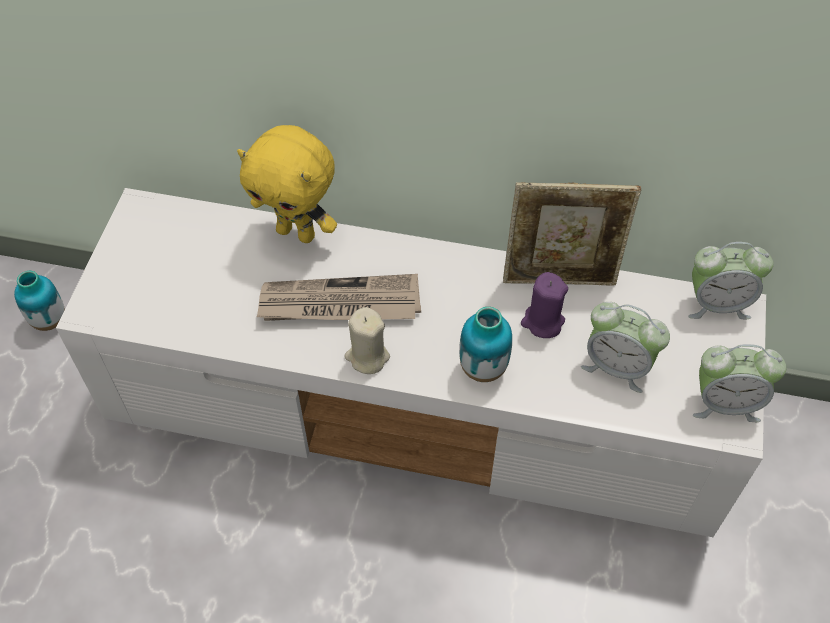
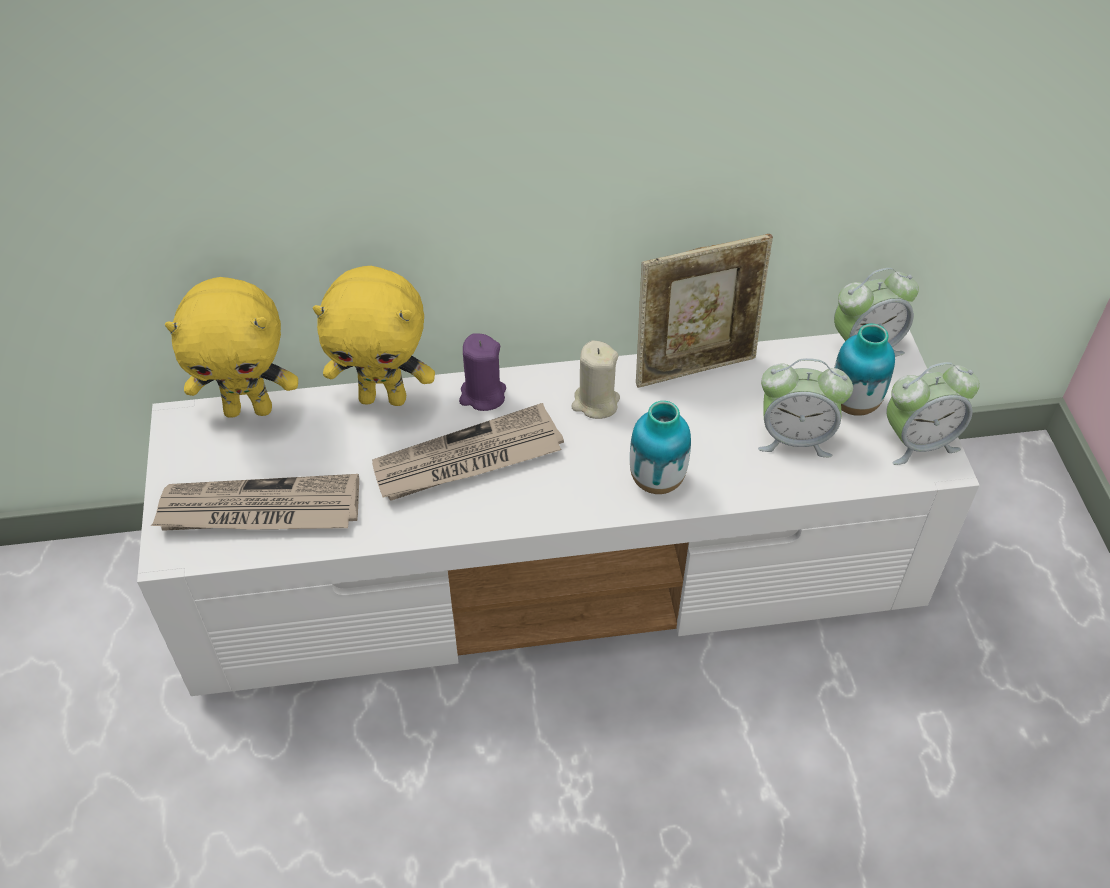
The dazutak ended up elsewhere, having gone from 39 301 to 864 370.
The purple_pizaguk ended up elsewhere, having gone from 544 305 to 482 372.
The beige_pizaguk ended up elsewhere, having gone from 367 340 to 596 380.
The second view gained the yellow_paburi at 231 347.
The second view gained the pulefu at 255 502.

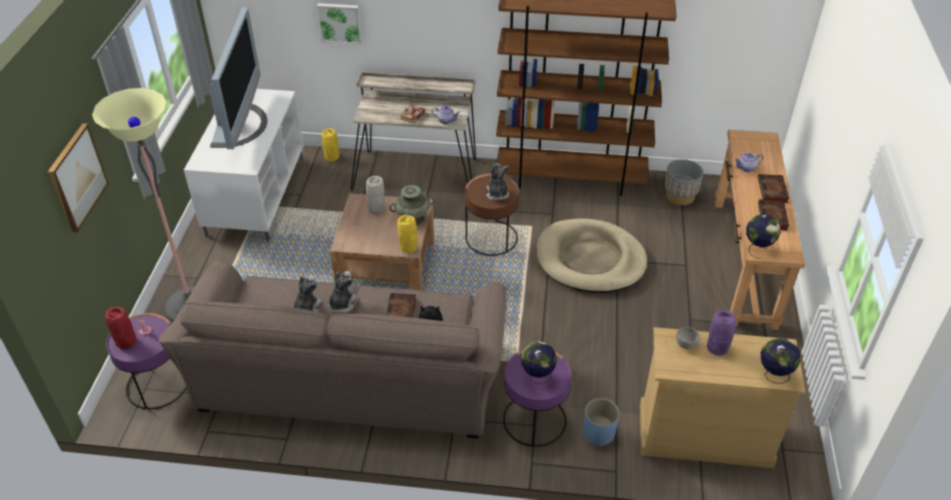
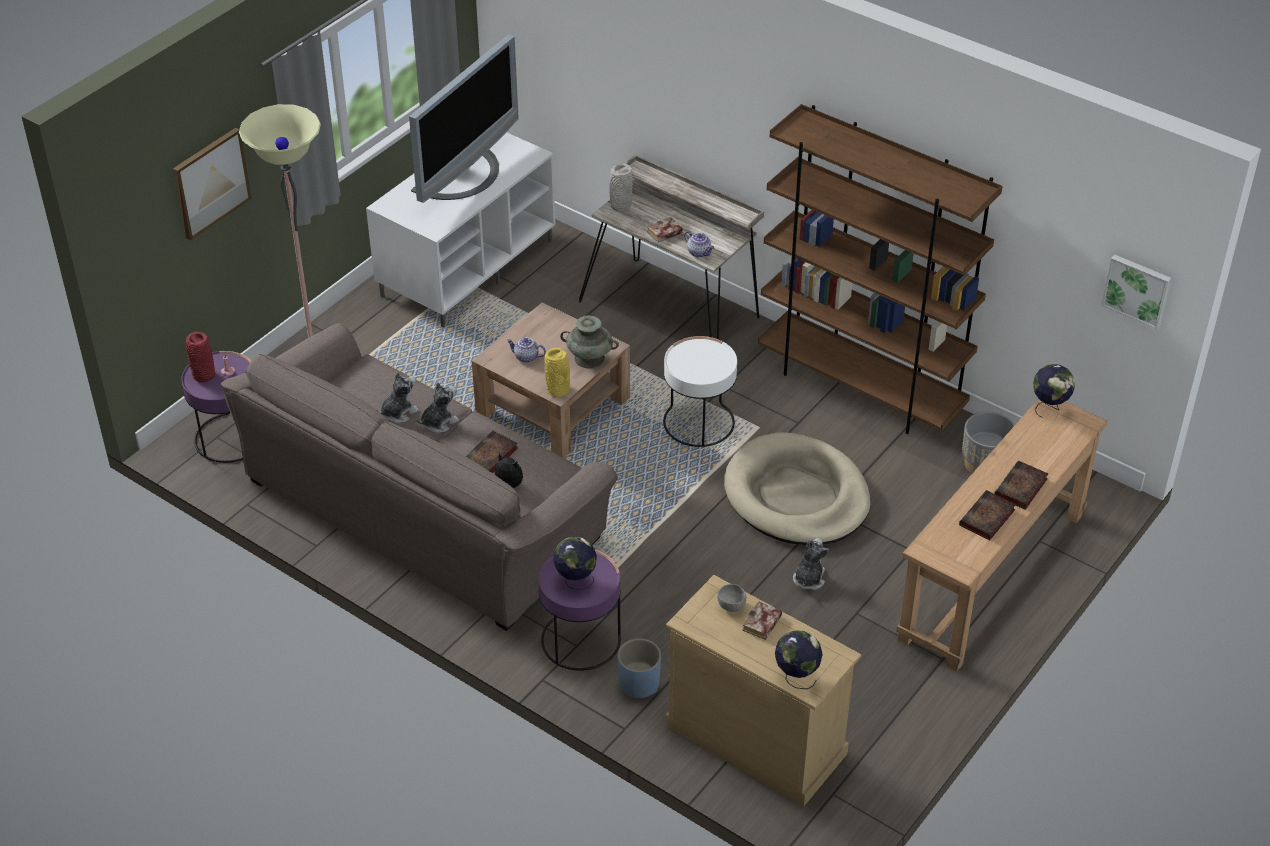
The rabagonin ended up elsewhere, having gone from 339 24 to 1136 291.
The second view lost the yellow_dazutak at 330 144.
The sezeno ended up elsewhere, having gone from 749 162 to 526 350.
The paburi ended up elsewhere, having gone from 497 182 to 811 564.
What was the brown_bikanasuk at 492 215 turned into the white_bikanasuk at 700 391.
The grey_dazutak ended up elsewhere, having gone from 375 195 to 621 187.
The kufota ended up elsewhere, having gone from 763 236 to 1054 391.
Where the purple_dazutak stood at 721 332, the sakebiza came to stand at 762 620.

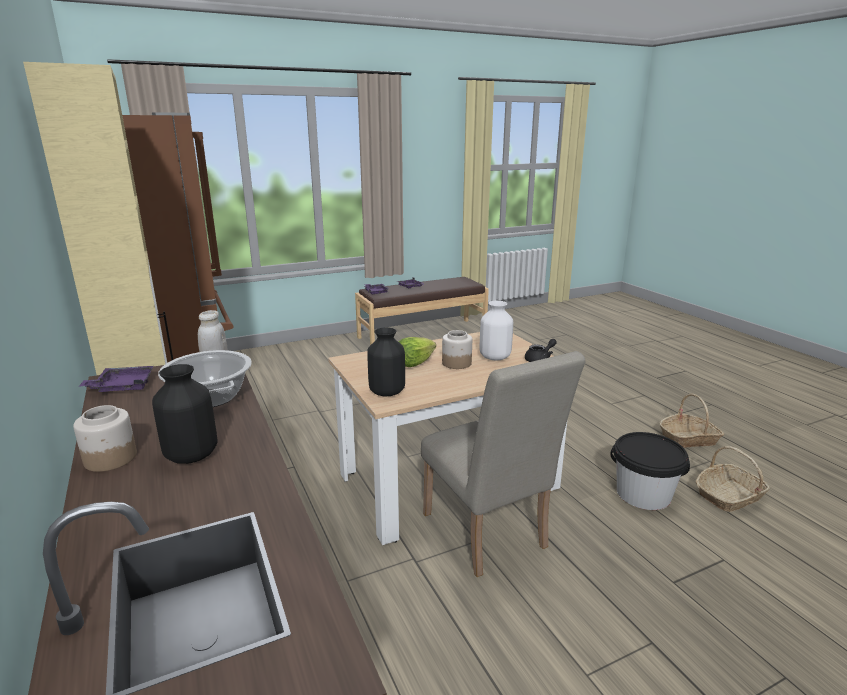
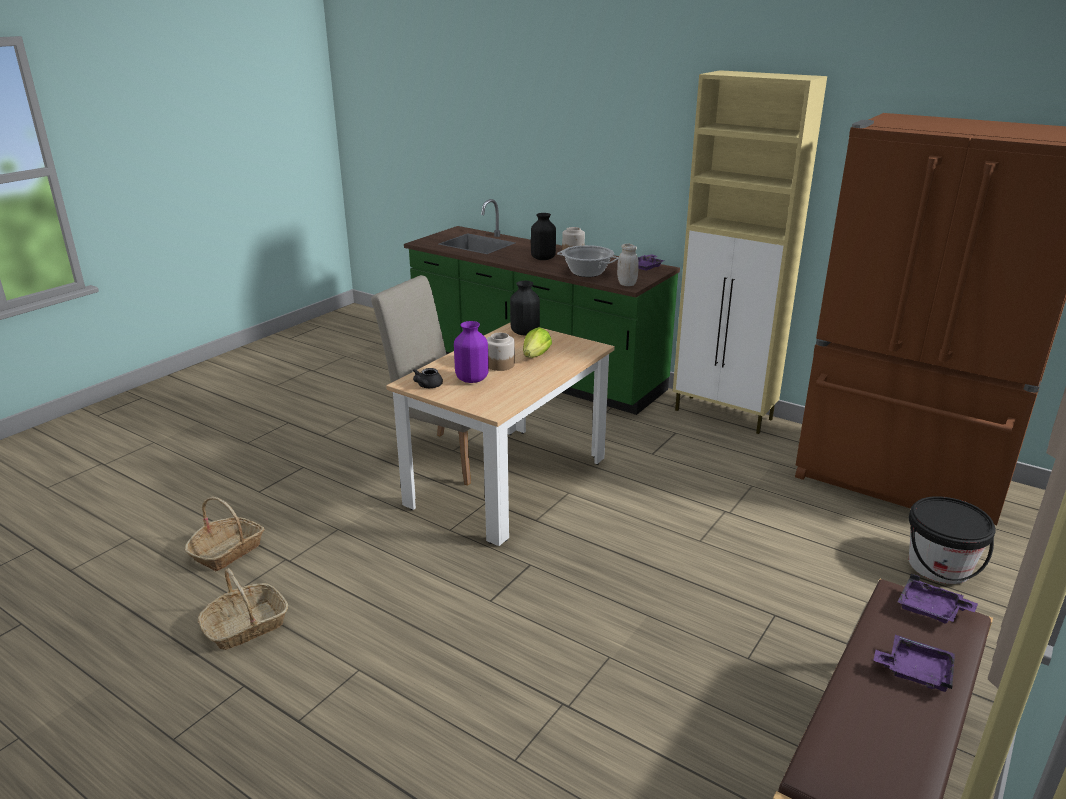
What was the white_dazutak at 496 331 turned into the purple_dazutak at 471 352.
The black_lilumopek ended up elsewhere, having gone from 650 471 to 952 540.

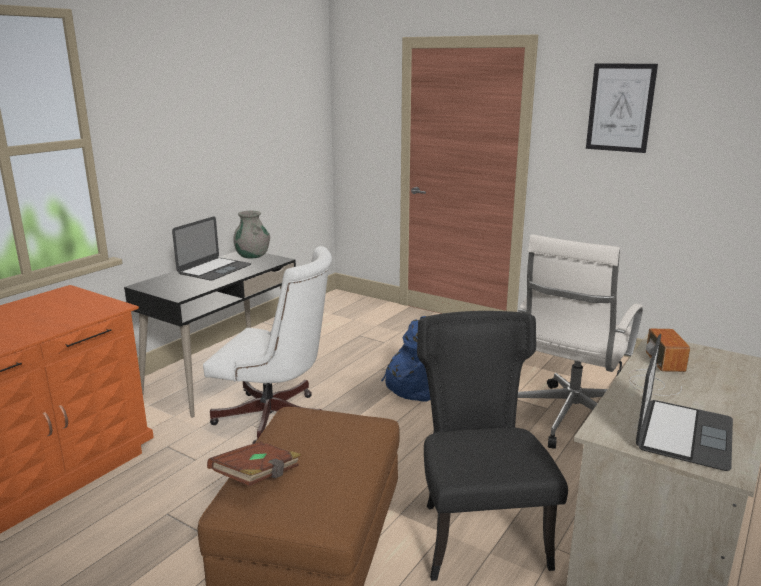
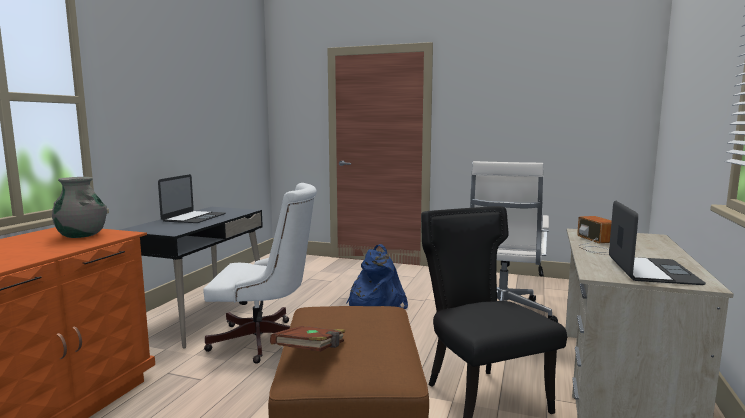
The second view lost the rabagonin at 622 108.
The grey_dazutak ended up elsewhere, having gone from 251 234 to 79 207.

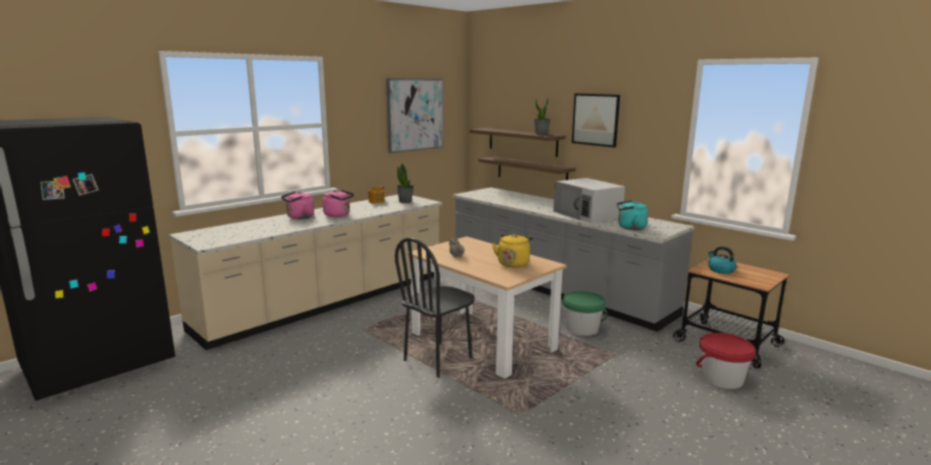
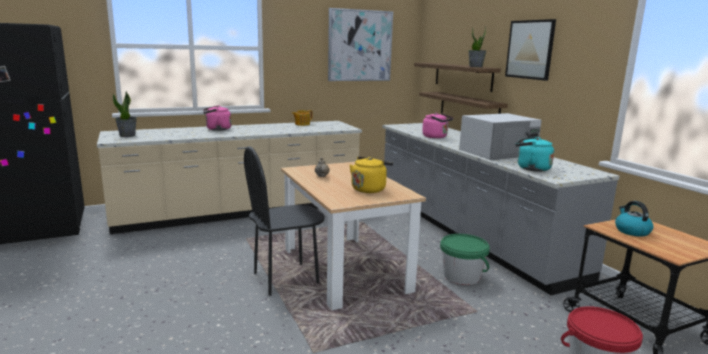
The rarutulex ended up elsewhere, having gone from 405 183 to 125 114.
The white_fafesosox at 589 200 ended up facing another way, 105 degrees counterclockwise from before.
The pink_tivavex ended up elsewhere, having gone from 338 203 to 437 125.

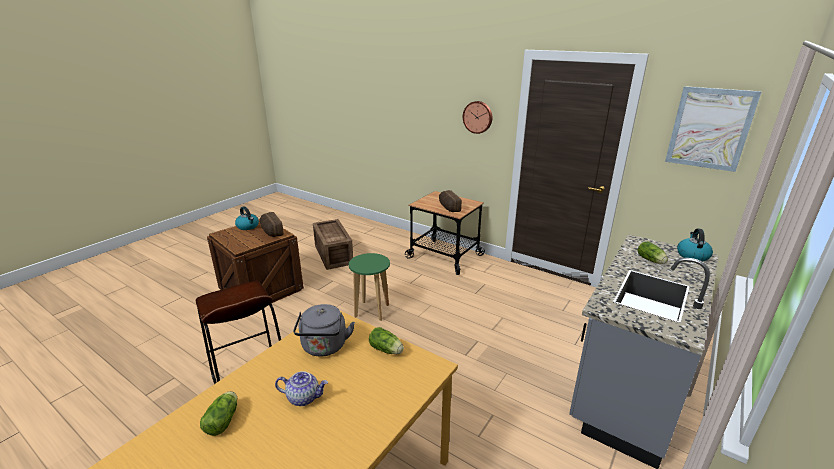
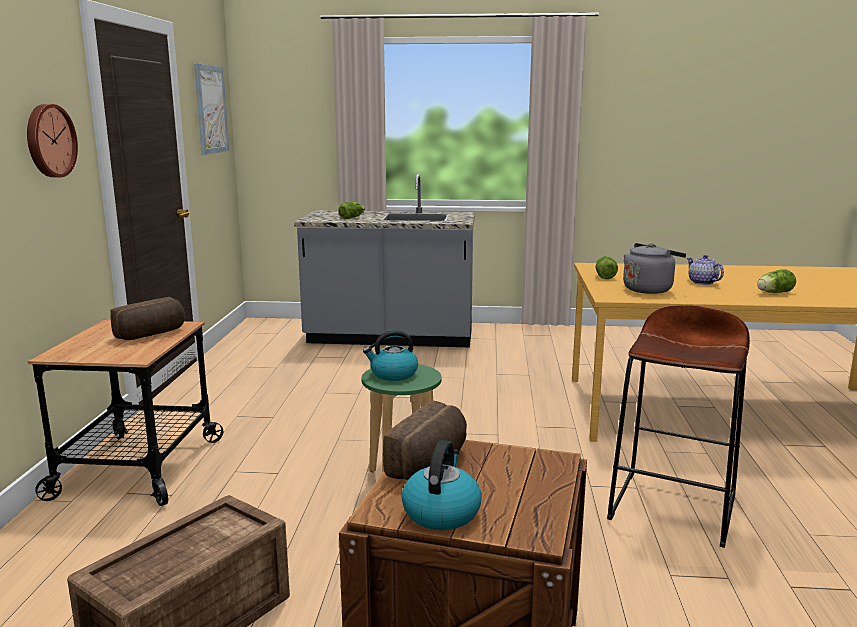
The tivavex ended up elsewhere, having gone from 695 245 to 390 355.

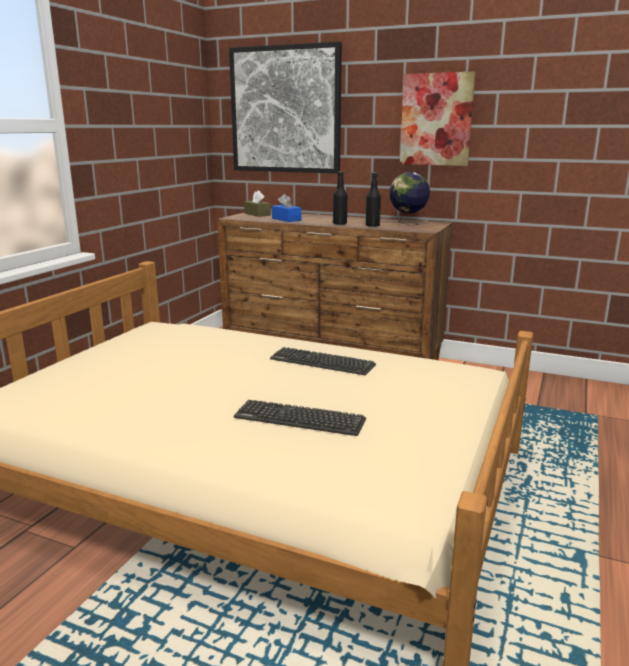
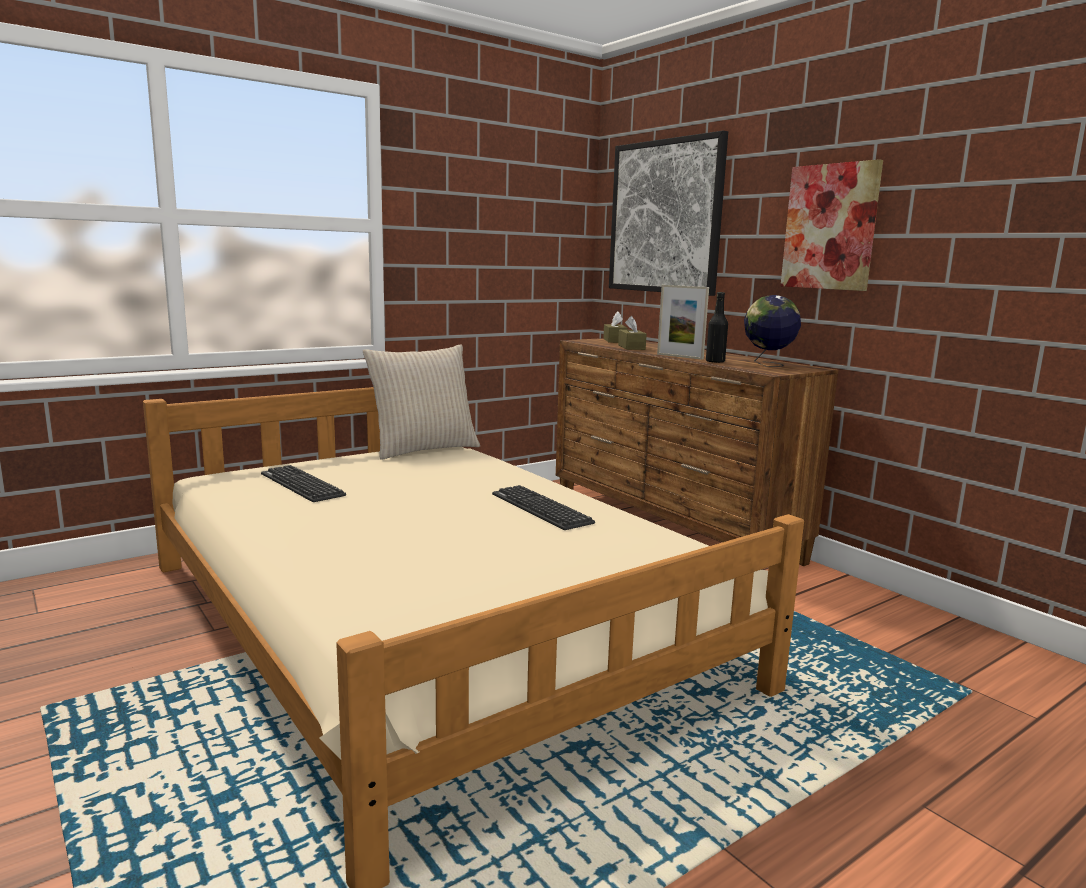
Where the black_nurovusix stood at 340 198, the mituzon came to stand at 683 322.
What was the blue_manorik at 286 208 turned into the brown_manorik at 632 333.
The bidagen ended up elsewhere, having gone from 300 418 to 303 483.
The second view gained the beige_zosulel at 421 402.

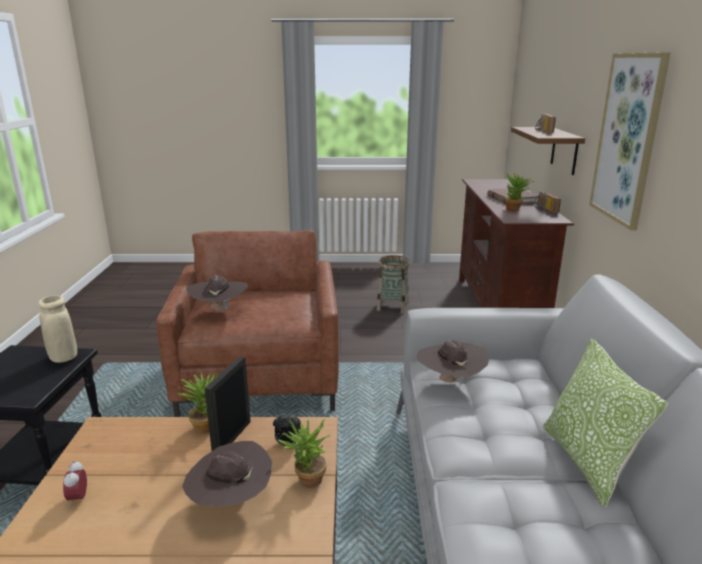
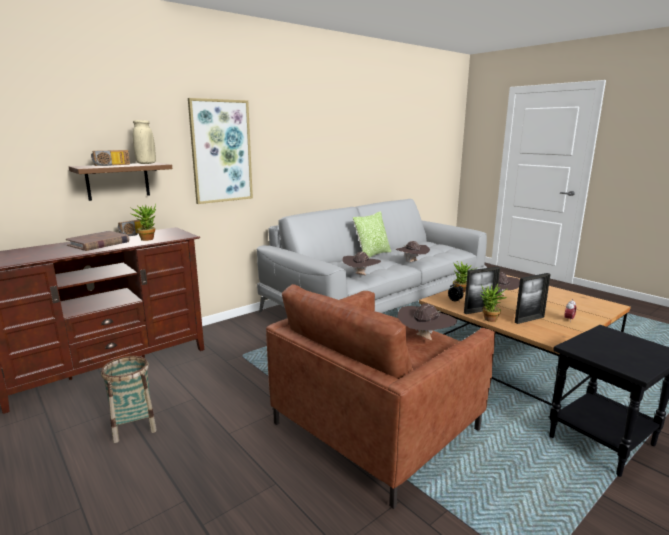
The beige_dazutak ended up elsewhere, having gone from 57 329 to 144 142.
The second view gained the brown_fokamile at 413 251.
The second view gained the mituzon at 533 298.

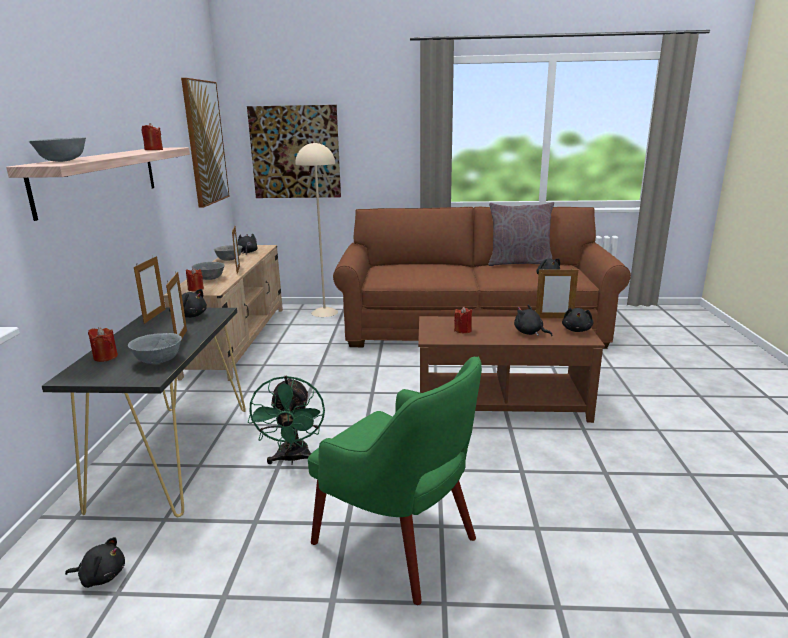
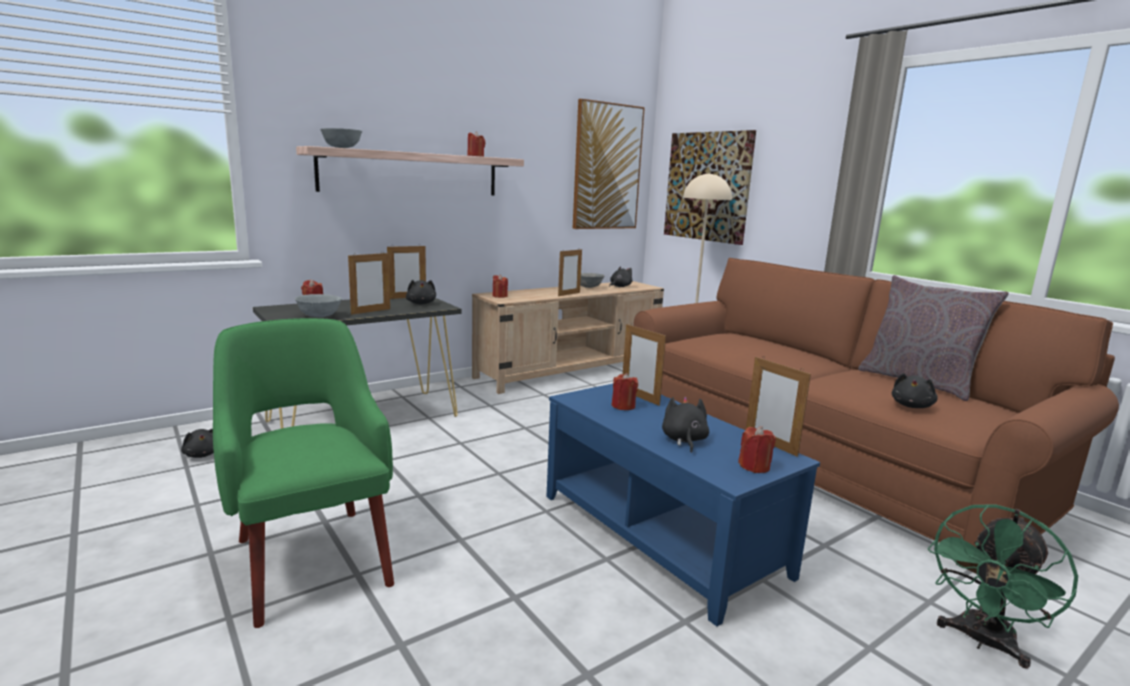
The second view lost the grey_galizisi at 208 271.
Where the black_paburi stood at 577 320, the red_pizaguk came to stand at 757 449.
What was the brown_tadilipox at 511 369 turned into the blue_tadilipox at 683 505.
The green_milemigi at 395 481 ended up facing another way, 150 degrees clockwise from before.
The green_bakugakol ended up elsewhere, having gone from 286 420 to 1003 586.
The second view gained the mituzon at 644 364.

